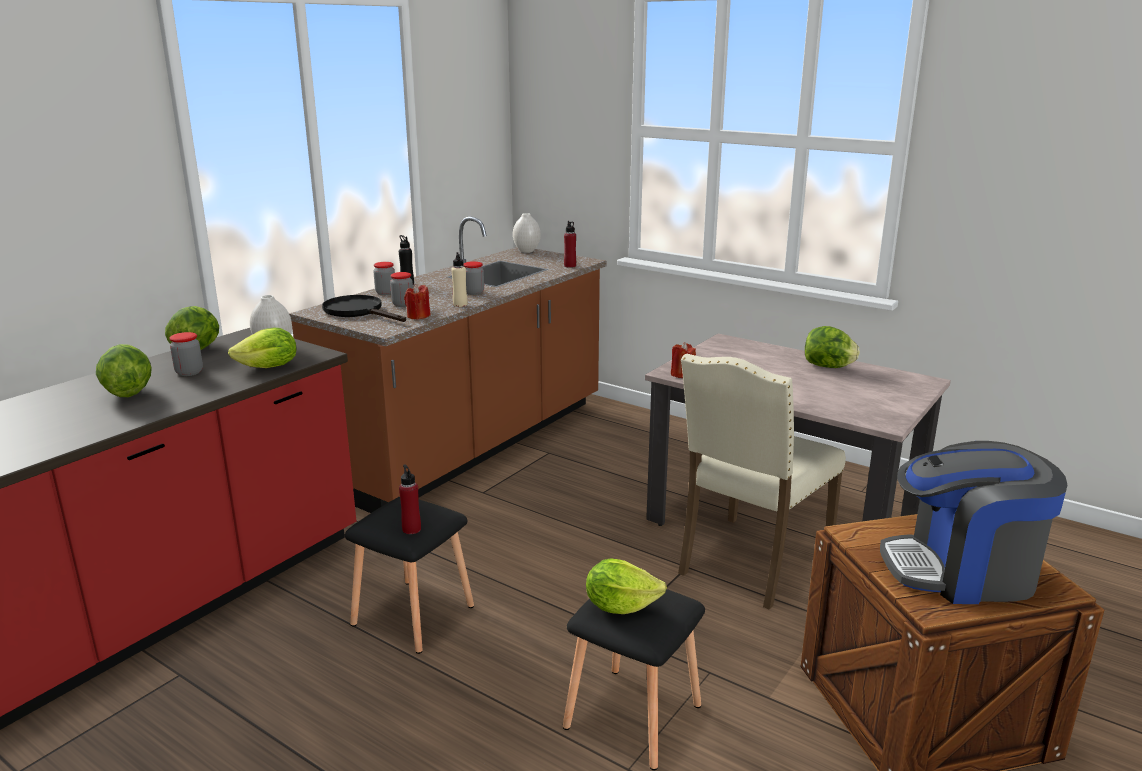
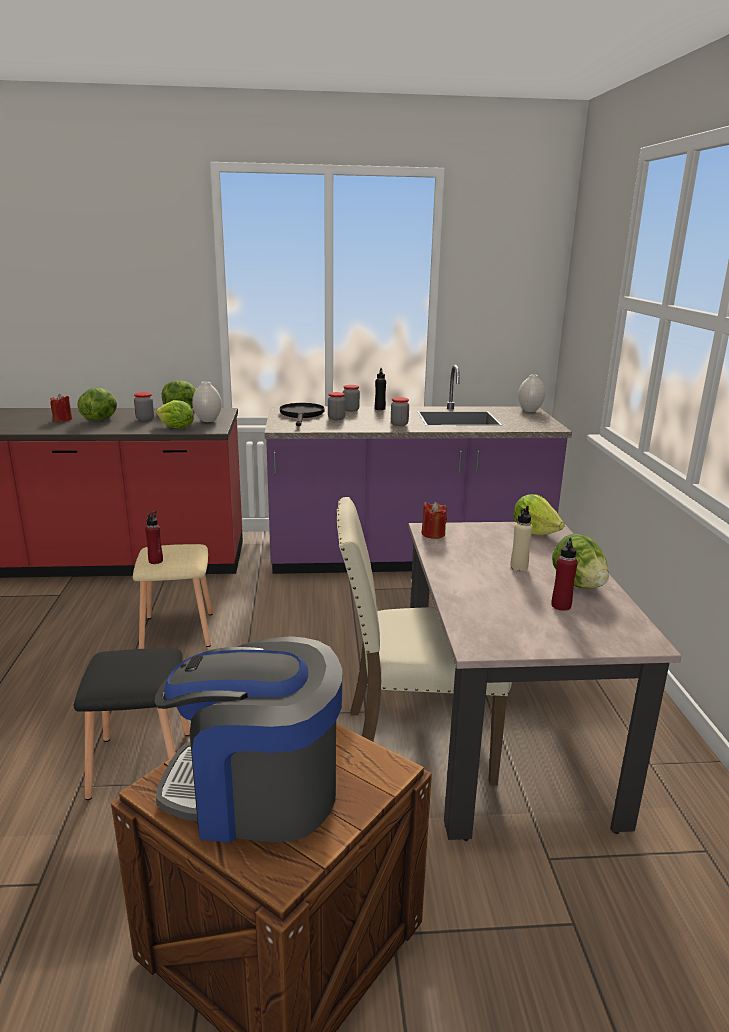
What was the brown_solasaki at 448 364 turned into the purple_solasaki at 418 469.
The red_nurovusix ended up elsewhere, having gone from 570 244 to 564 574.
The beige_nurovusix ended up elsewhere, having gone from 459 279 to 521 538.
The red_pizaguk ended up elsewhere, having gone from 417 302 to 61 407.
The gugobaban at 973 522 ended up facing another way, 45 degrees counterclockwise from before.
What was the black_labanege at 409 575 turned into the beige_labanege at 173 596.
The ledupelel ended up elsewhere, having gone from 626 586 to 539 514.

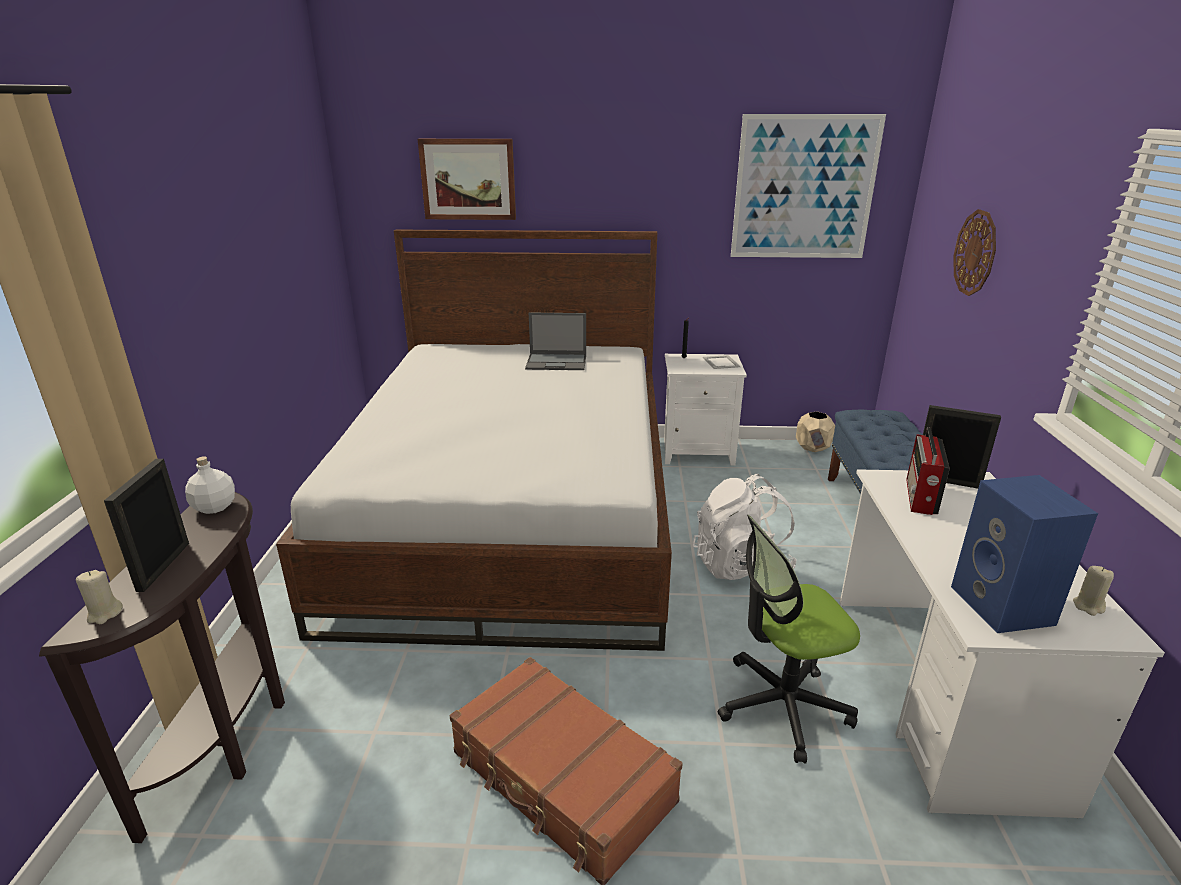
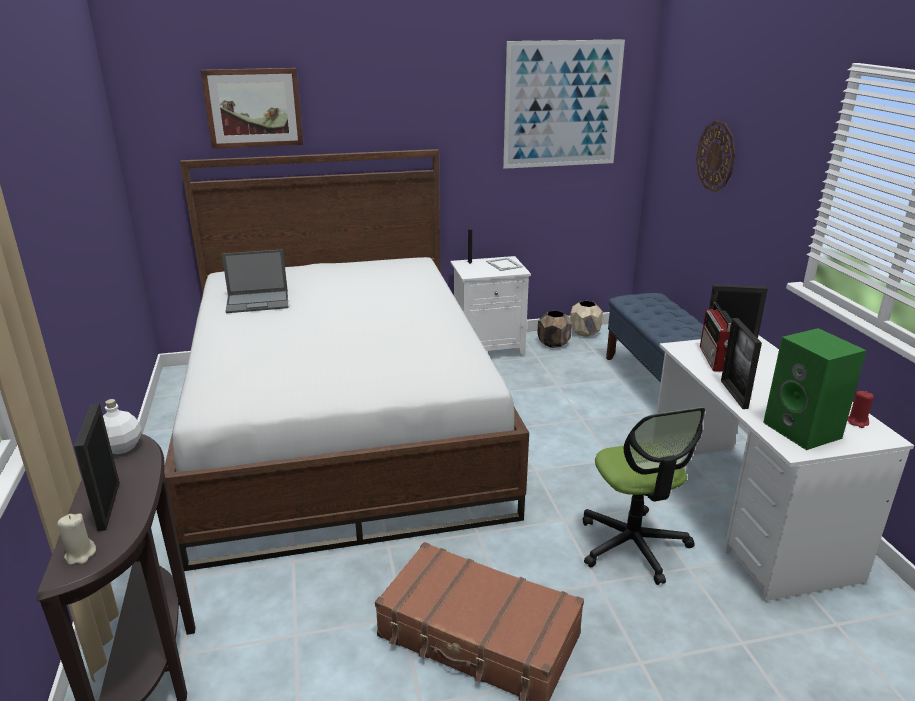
The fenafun ended up elsewhere, having gone from 555 341 to 255 281.
The second view lost the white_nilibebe at 744 527.
What was the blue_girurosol at 1024 554 turned into the green_girurosol at 815 389.
The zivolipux at 789 639 ended up facing another way, 75 degrees counterclockwise from before.
What was the beige_pizaguk at 1093 591 turned into the red_pizaguk at 861 409.
The second view gained the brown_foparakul at 554 329.
The second view gained the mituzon at 741 363.

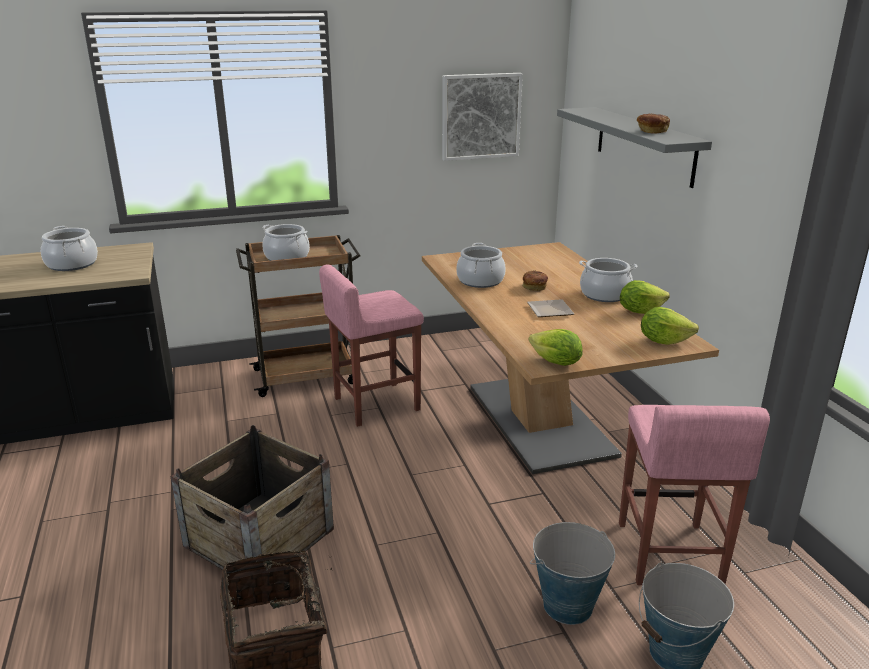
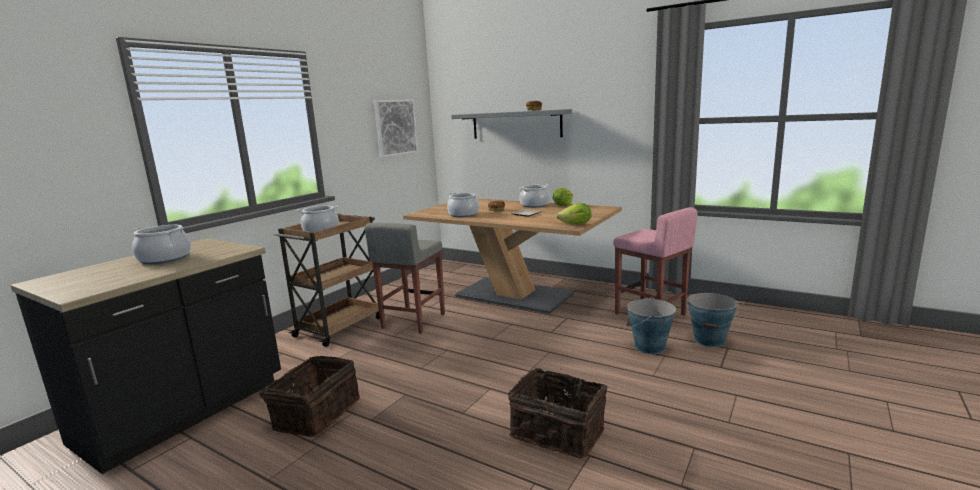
What was the pink_labanege at 371 345 turned into the grey_labanege at 405 278.
The second view lost the ledupelel at 670 326.
The second view lost the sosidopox at 252 497.
The second view gained the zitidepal at 307 396.

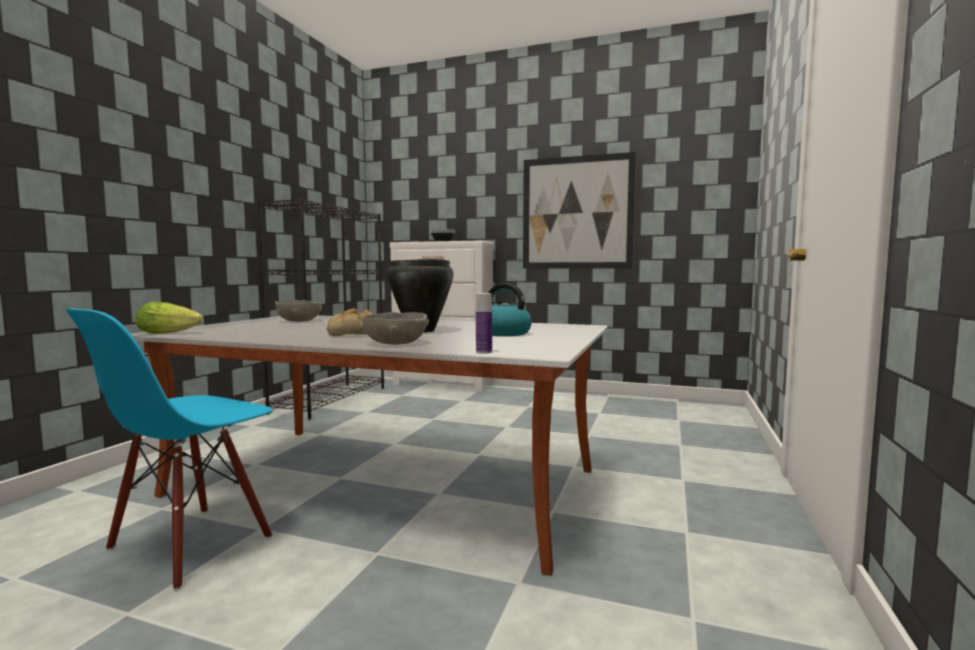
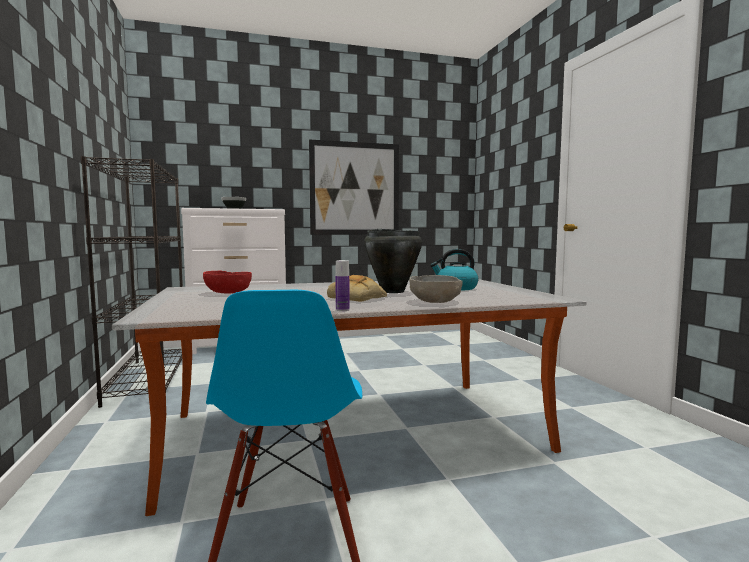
The nurovusix ended up elsewhere, having gone from 484 323 to 342 285.
What was the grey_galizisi at 298 311 turned into the red_galizisi at 227 282.
The second view lost the ledupelel at 169 318.

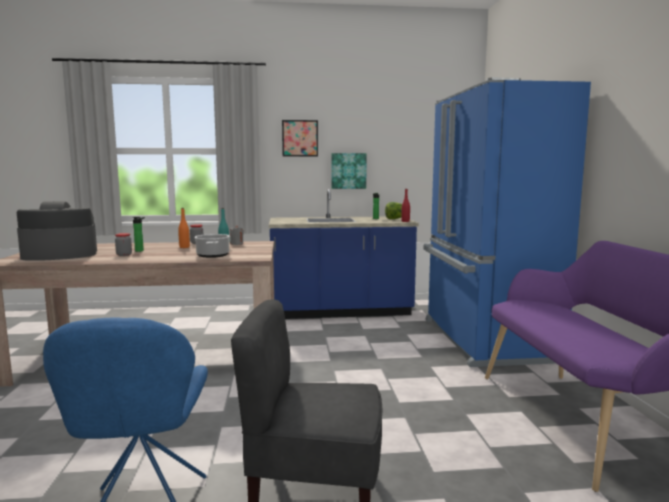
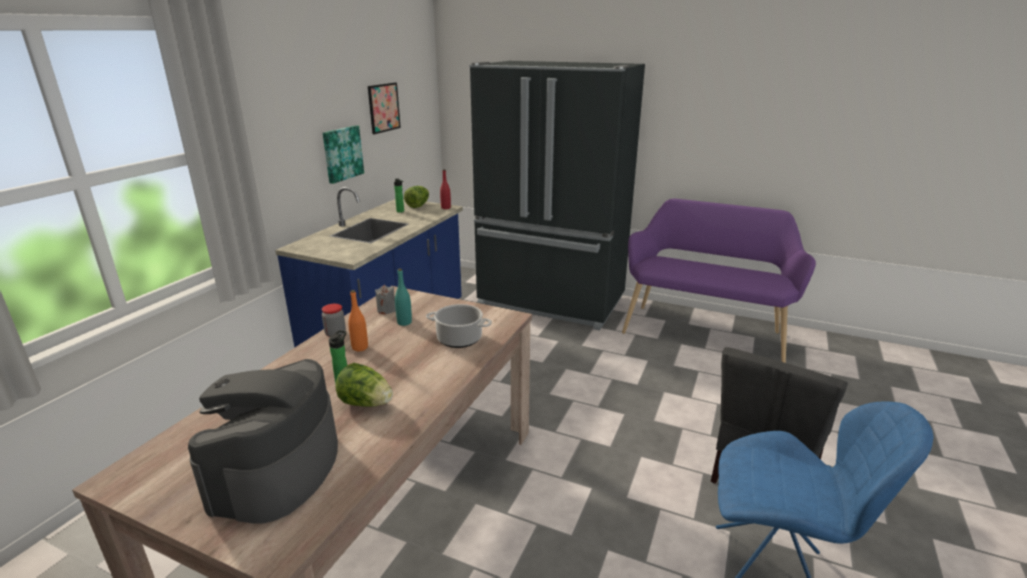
What was the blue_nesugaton at 507 222 turned into the black_nesugaton at 557 196.
The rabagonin ended up elsewhere, having gone from 300 138 to 384 108.
Where the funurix stood at 123 244, the ledupelel came to stand at 364 385.

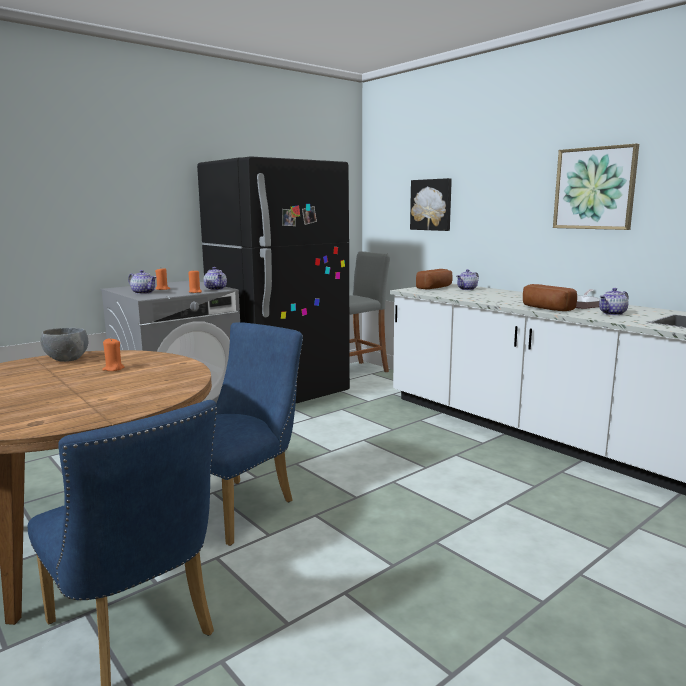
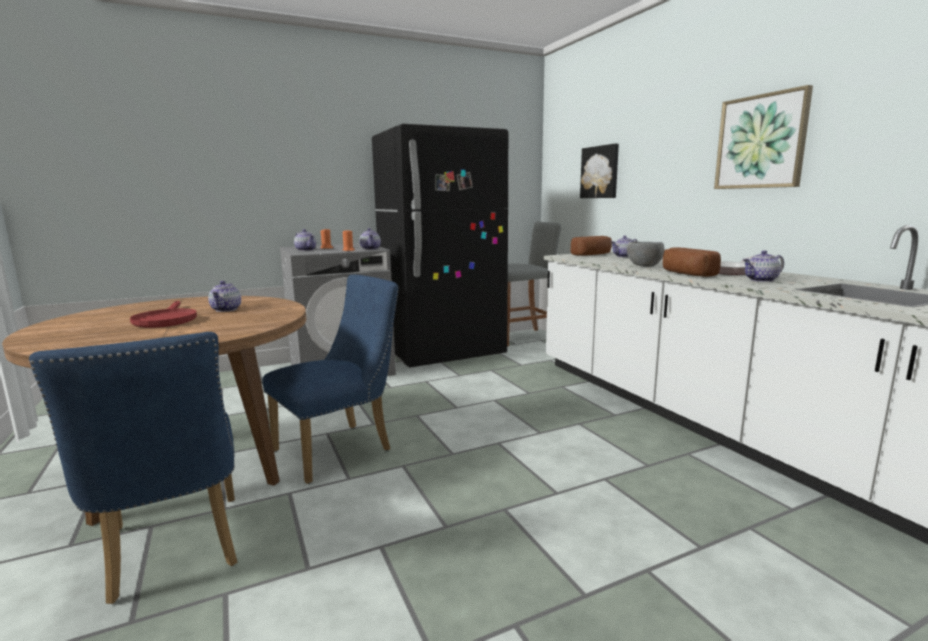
The grey_galizisi ended up elsewhere, having gone from 64 345 to 646 254.
Where the orange_pizaguk stood at 113 354, the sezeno came to stand at 224 296.
The second view gained the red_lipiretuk at 163 314.

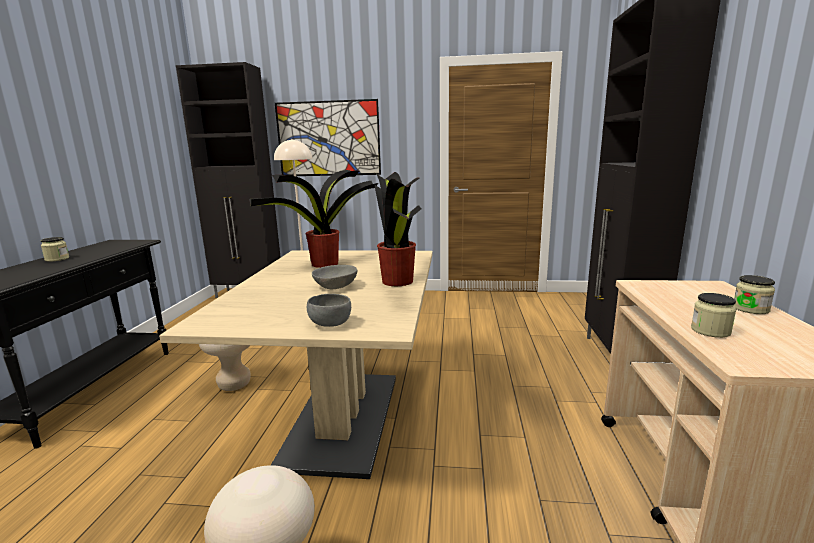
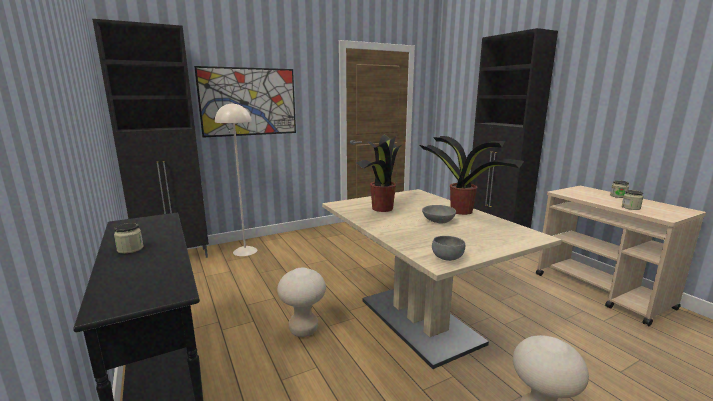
The grey_galizisi ended up elsewhere, having gone from 329 310 to 448 248.

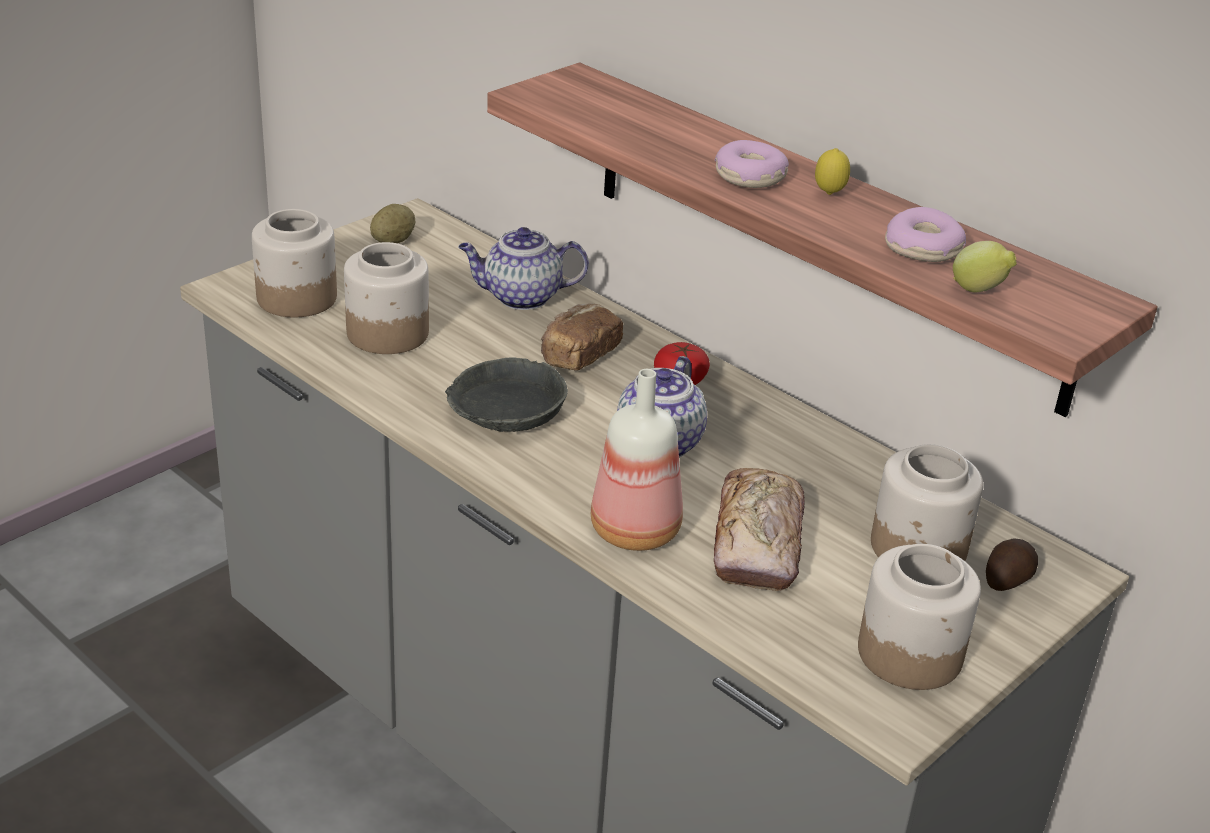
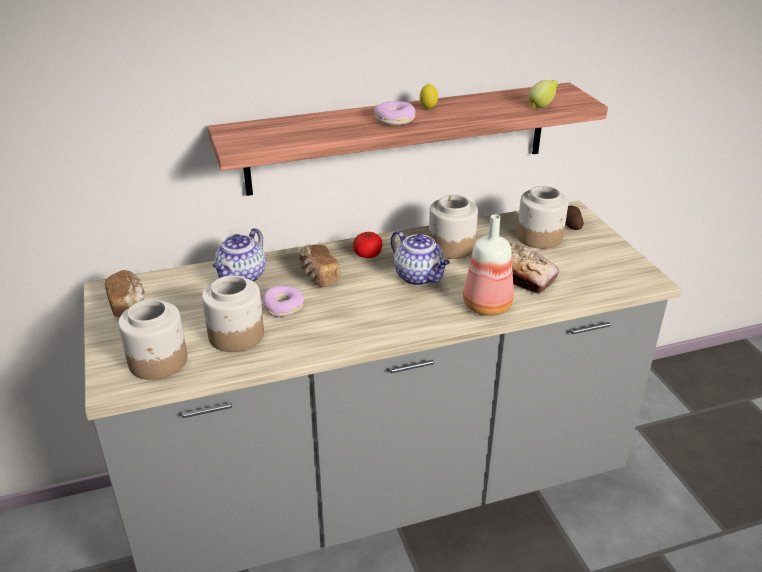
Where the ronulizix stood at 393 223, the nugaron came to stand at 124 293.
The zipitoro ended up elsewhere, having gone from 925 234 to 283 301.
The second view lost the grey_galizisi at 506 395.
The funurix ended up elsewhere, having gone from 919 617 to 453 227.

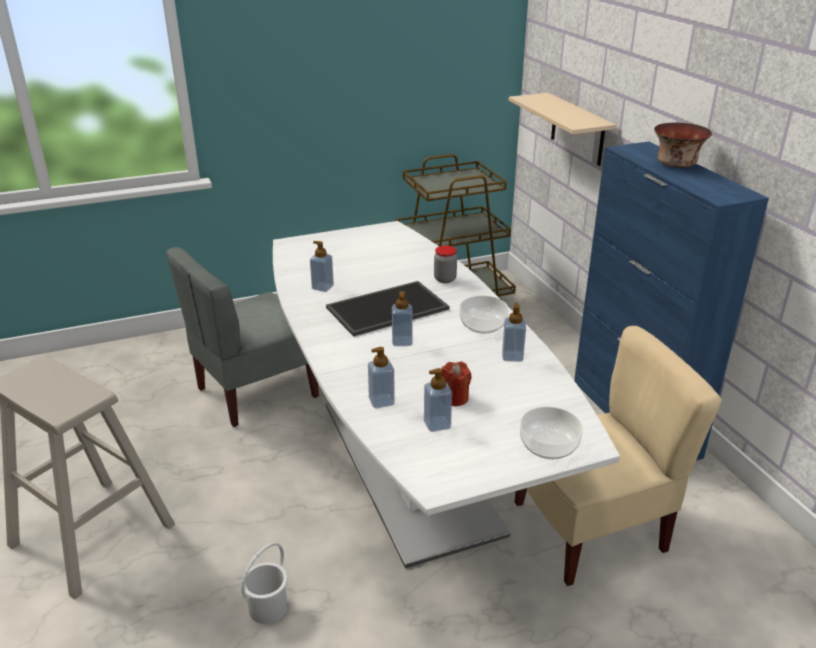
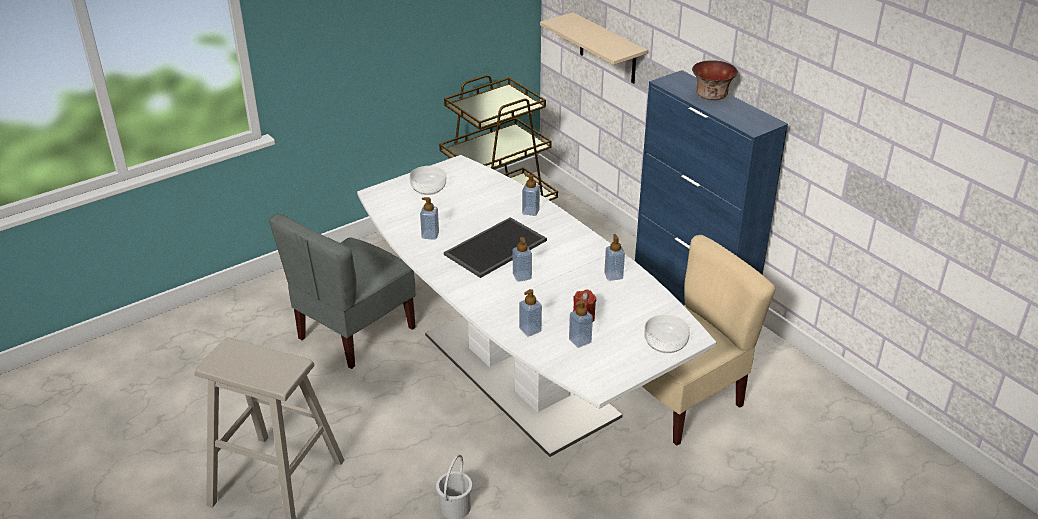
Where the funurix stood at 445 264, the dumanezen came to stand at 531 195.
The galizisi ended up elsewhere, having gone from 484 315 to 427 180.

